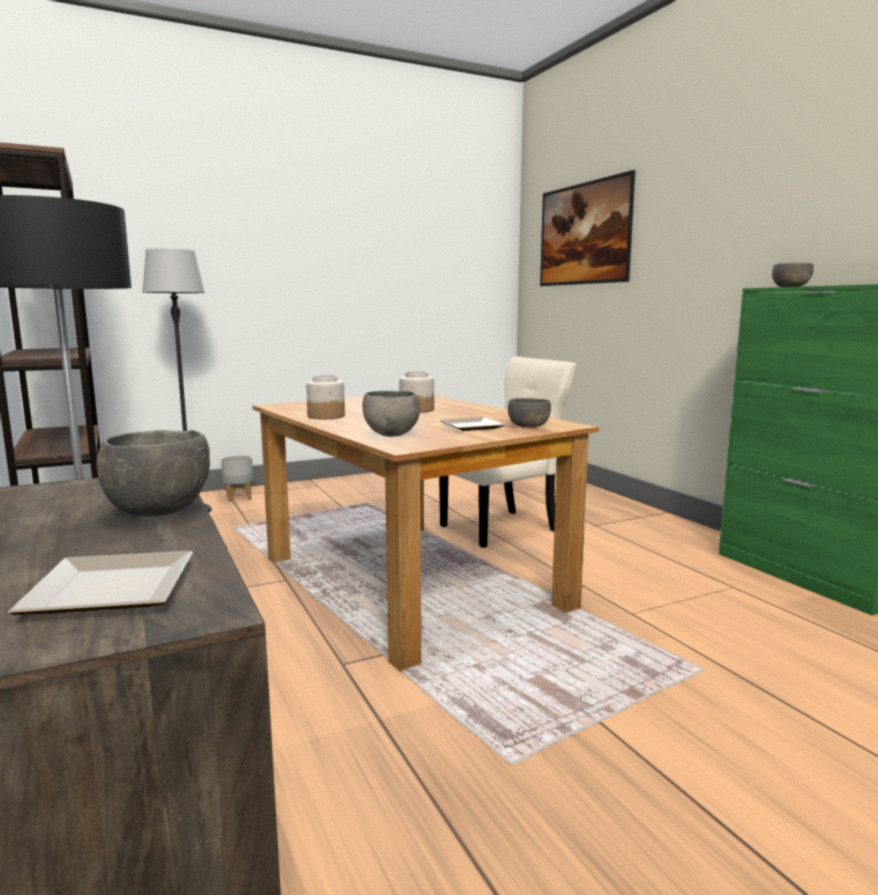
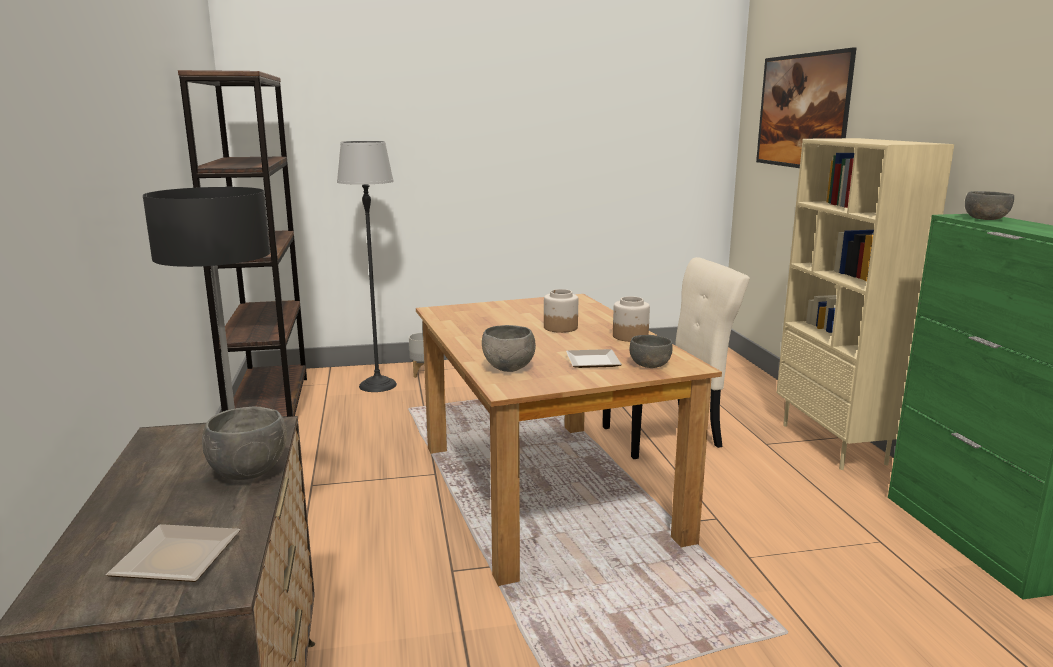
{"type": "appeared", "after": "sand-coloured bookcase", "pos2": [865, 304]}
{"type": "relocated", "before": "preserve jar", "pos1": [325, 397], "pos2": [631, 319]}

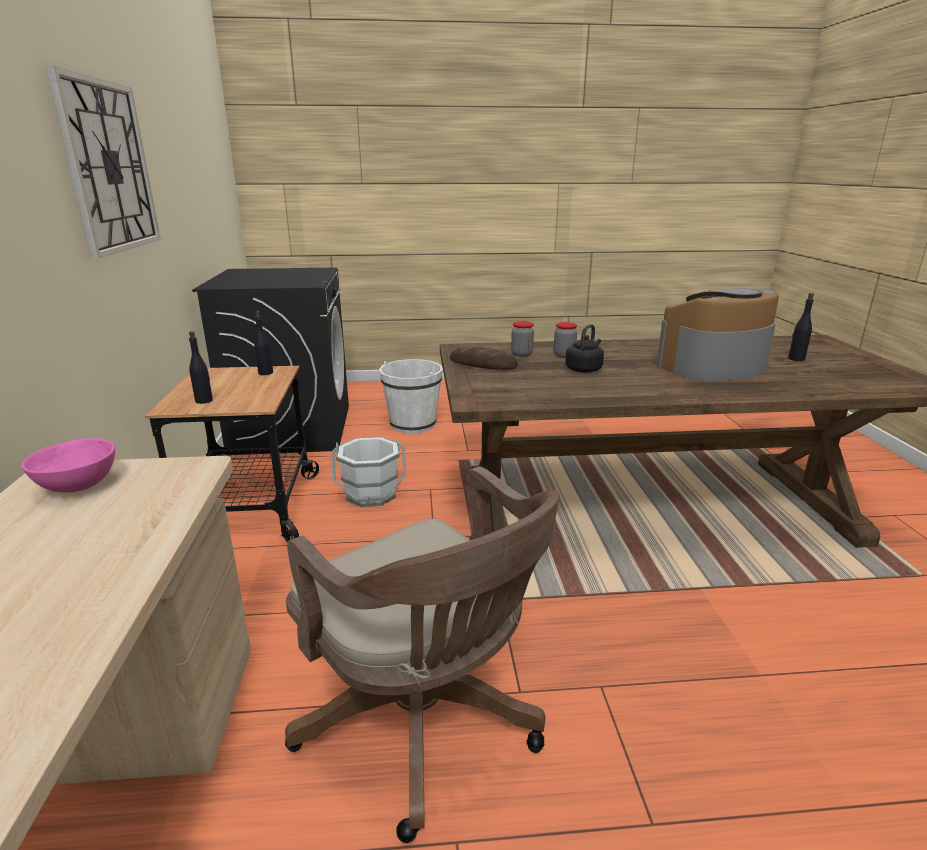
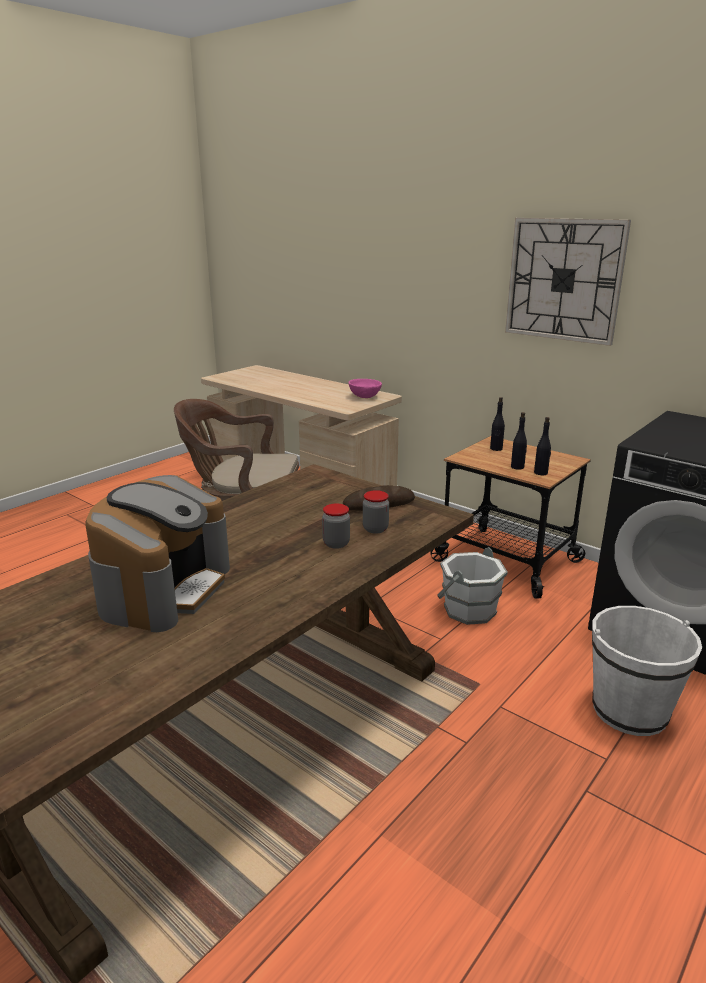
{"type": "missing", "before": "blackish kettle", "pos1": [584, 348]}
{"type": "relocated", "before": "blackish bottle", "pos1": [801, 327], "pos2": [519, 441]}

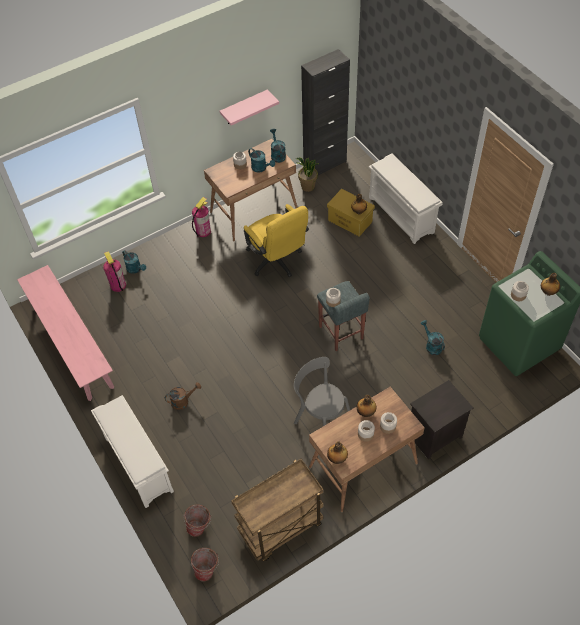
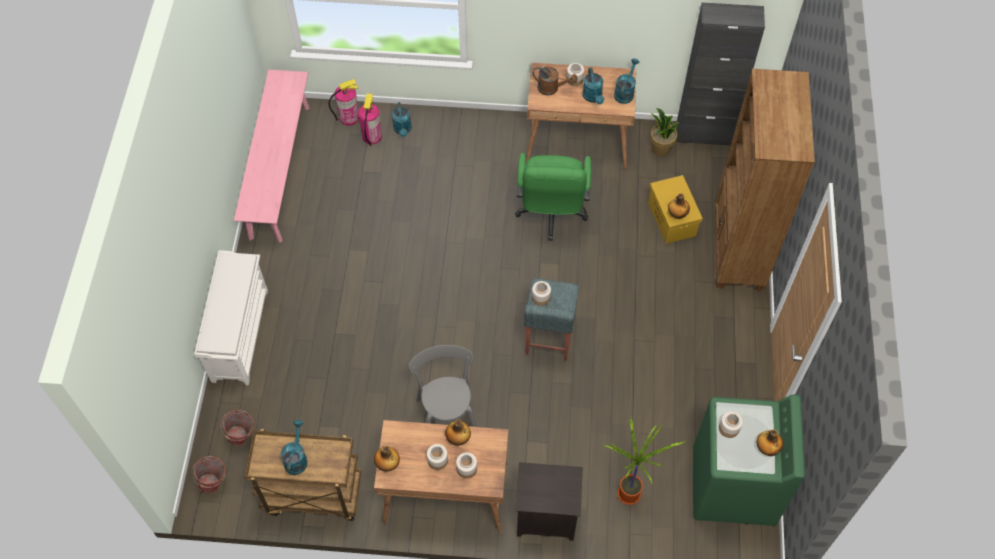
{"type": "missing", "before": "pinkish shelf", "pos1": [249, 107]}
{"type": "appeared", "after": "houseplant", "pos2": [644, 461]}
{"type": "relocated", "before": "brown-coloured sprinkling can", "pos1": [183, 396], "pos2": [555, 81]}
{"type": "relocated", "before": "fire-fighting cylinder", "pos1": [201, 217], "pos2": [344, 102]}
{"type": "relocated", "before": "turquoise-coloured sprinkling can", "pos1": [433, 337], "pos2": [294, 447]}
{"type": "exchanged", "before": "whitish shoe rack", "after": "brown-coloured bookcase", "pos1": [406, 198], "pos2": [765, 180]}
{"type": "colour", "before": "yellow-coloured desk chair", "after": "green desk chair", "pos1": [276, 240], "pos2": [553, 197]}

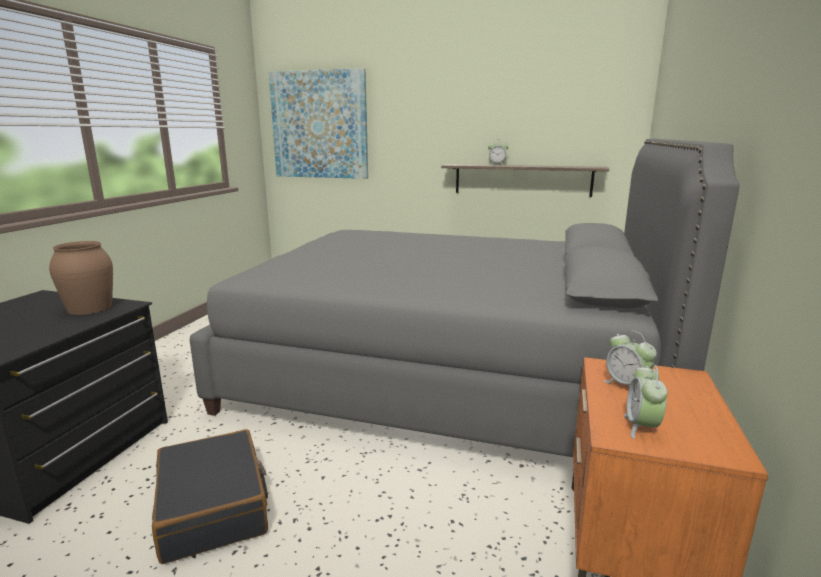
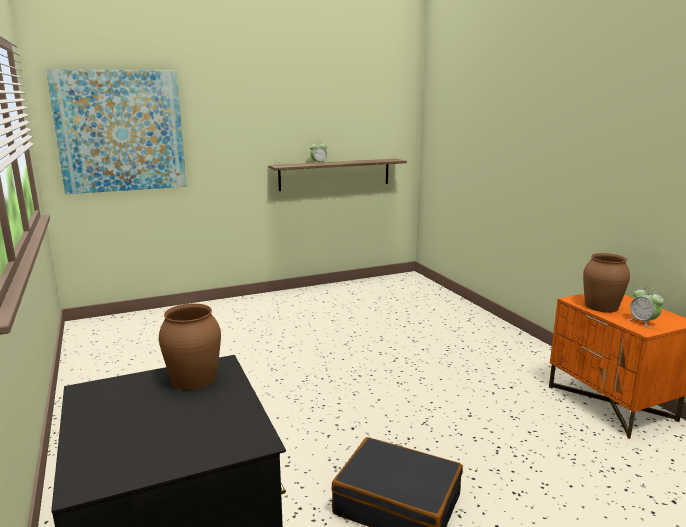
{"type": "missing", "before": "gray bedroom bed", "pos1": [465, 298]}
{"type": "exchanged", "before": "table clock", "after": "brown-coloured vase", "pos1": [630, 358], "pos2": [606, 282]}

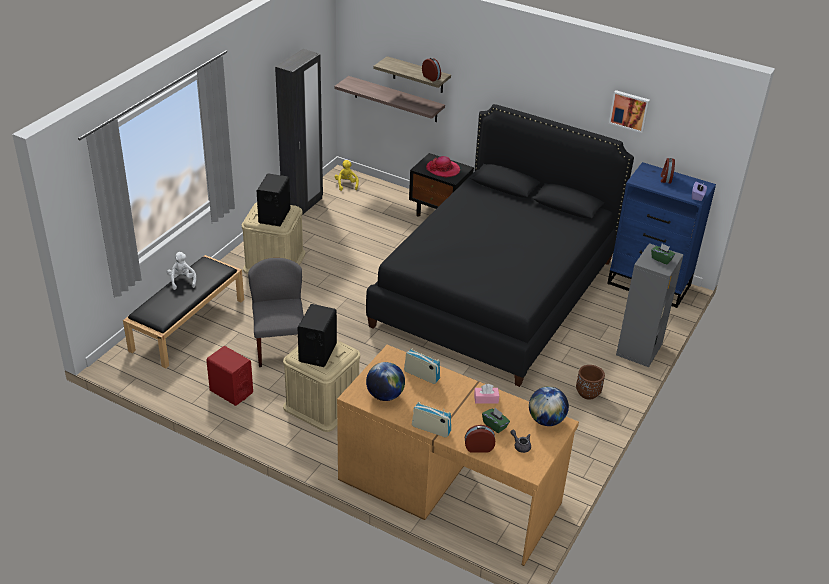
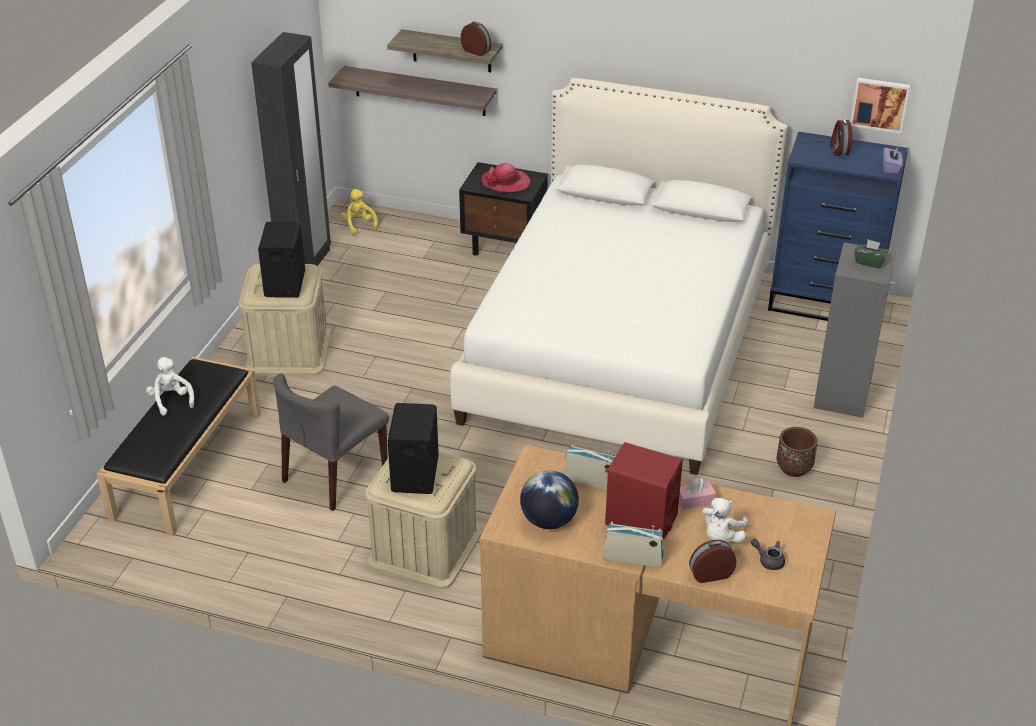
{"type": "missing", "before": "globe", "pos1": [549, 406]}
{"type": "relocated", "before": "reddish speaker", "pos1": [229, 376], "pos2": [644, 491]}
{"type": "relocated", "before": "picture", "pos1": [629, 111], "pos2": [880, 106]}
{"type": "exchanged", "before": "green tissue box", "after": "whitish plush toy", "pos1": [496, 420], "pos2": [725, 520]}
{"type": "colour", "before": "blackish bedroom bed", "after": "whitish bedroom bed", "pos1": [500, 245], "pos2": [619, 276]}
{"type": "spun", "before": "gray upright chair", "pos1": [276, 312], "pos2": [331, 442], "turn": -120}

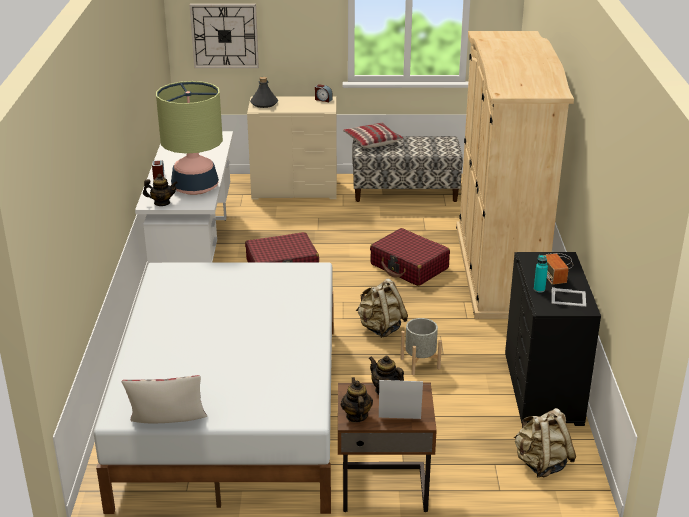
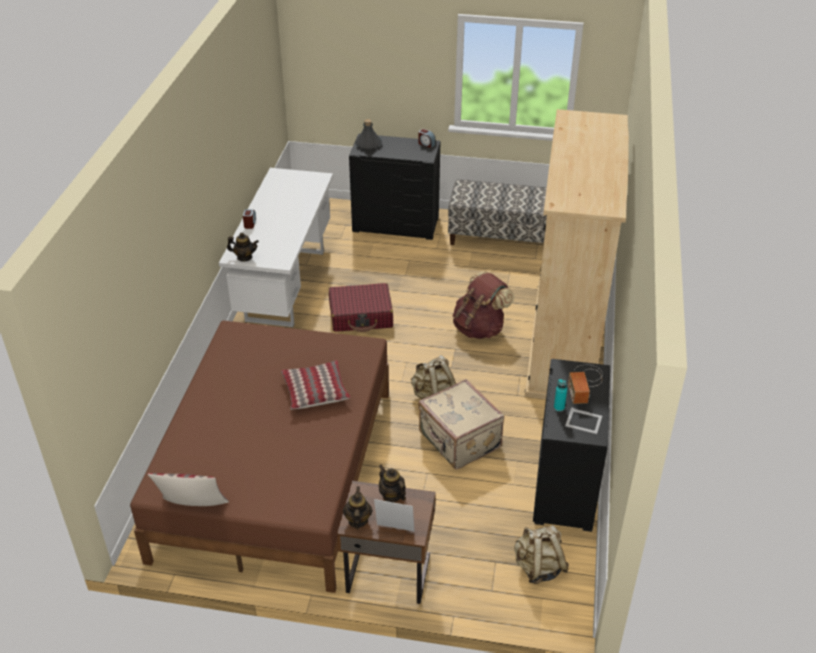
{"type": "missing", "before": "lamp for a table", "pos1": [189, 138]}
{"type": "missing", "before": "clock on the wall", "pos1": [224, 36]}
{"type": "relocated", "before": "cushion", "pos1": [373, 135], "pos2": [316, 385]}
{"type": "exchanged", "before": "reddish travel case", "after": "brown-coloured knapsack", "pos1": [410, 257], "pos2": [483, 305]}
{"type": "exchanged", "before": "gray planter", "after": "sand-coloured travel case", "pos1": [421, 346], "pos2": [461, 424]}
{"type": "colour", "before": "whitish bedroom bed", "after": "brown-coloured bedroom bed", "pos1": [214, 388], "pos2": [259, 456]}
{"type": "colour", "before": "sand-coloured dresser", "after": "blackish dresser", "pos1": [292, 147], "pos2": [394, 187]}

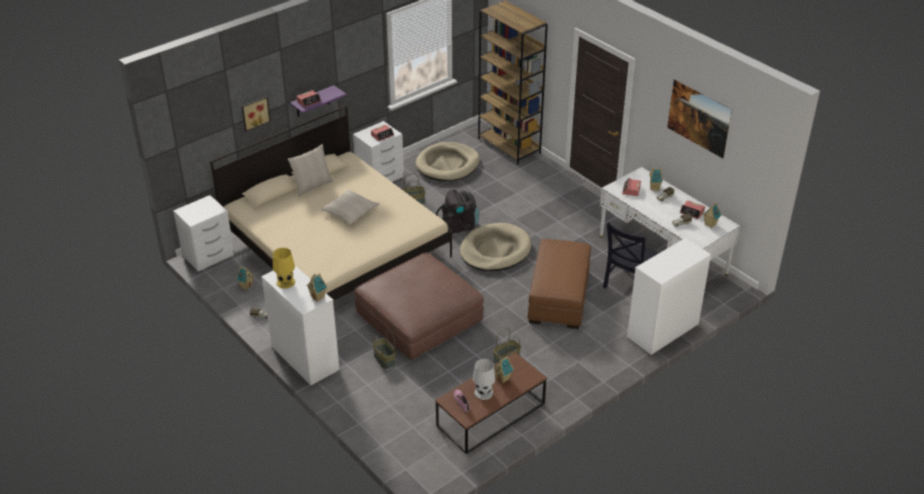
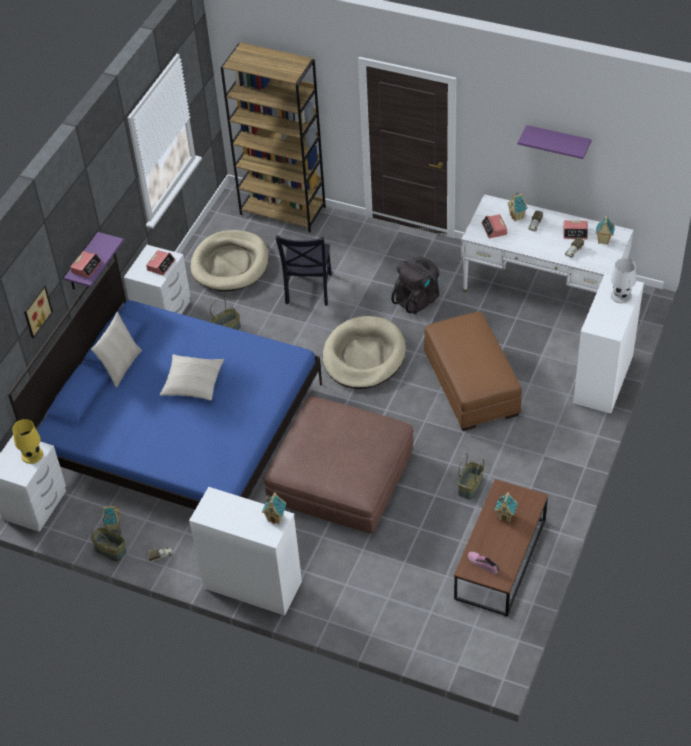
{"type": "relocated", "before": "yellow-coloured lamp for a table", "pos1": [284, 268], "pos2": [27, 441]}
{"type": "relocated", "before": "basket", "pos1": [384, 349], "pos2": [109, 539]}
{"type": "relocated", "before": "blackish knapsack", "pos1": [457, 211], "pos2": [415, 285]}
{"type": "relocated", "before": "whitish lamp for a table", "pos1": [484, 379], "pos2": [623, 281]}
{"type": "relocated", "before": "blackish upright chair", "pos1": [630, 255], "pos2": [304, 270]}
{"type": "exchanged", "before": "picture", "after": "purple shelf", "pos1": [699, 119], "pos2": [554, 142]}
{"type": "colour", "before": "sand-coloured bedroom bed", "after": "blue bedroom bed", "pos1": [331, 203], "pos2": [165, 381]}

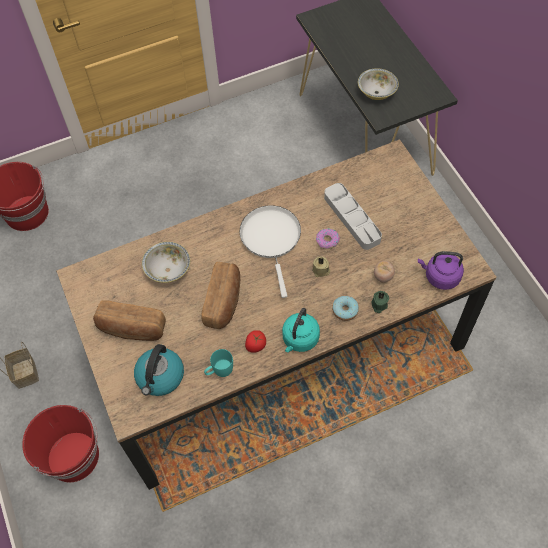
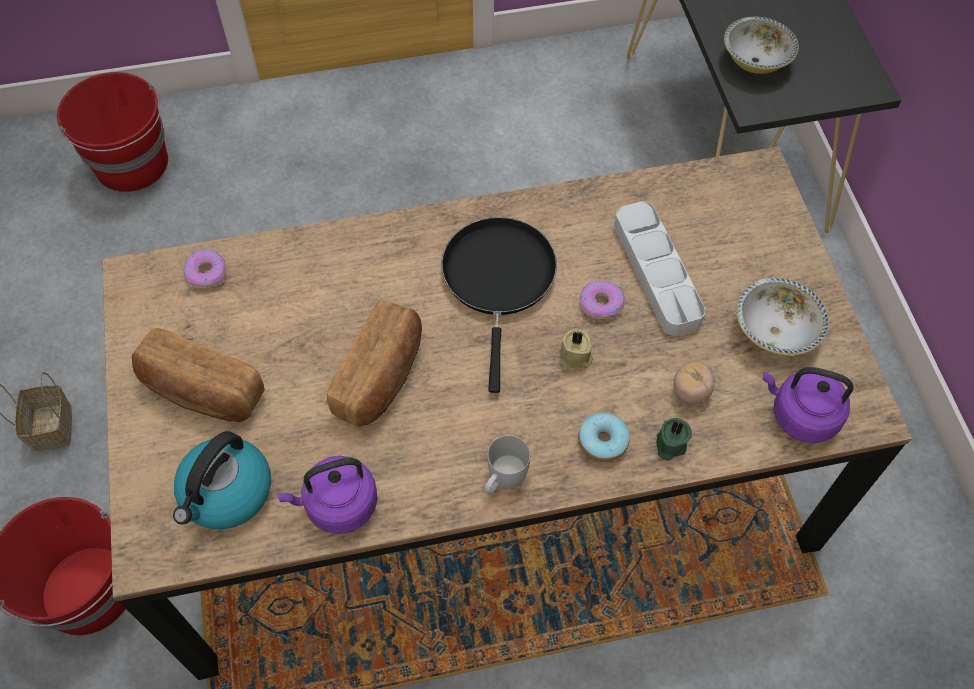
{"type": "missing", "before": "tomato", "pos1": [255, 341]}
{"type": "appeared", "after": "donut", "pos2": [204, 269]}
{"type": "relocated", "before": "bowl", "pos1": [166, 262], "pos2": [782, 316]}
{"type": "exchanged", "before": "turquoise-coloured coffee mug", "after": "purple kettle", "pos1": [218, 363], "pos2": [327, 495]}
{"type": "exchanged", "before": "turquoise-coloured kettle", "after": "whitish coffee mug", "pos1": [301, 330], "pos2": [507, 464]}
{"type": "colour", "before": "whitish pan", "after": "blackish pan", "pos1": [270, 251], "pos2": [499, 305]}

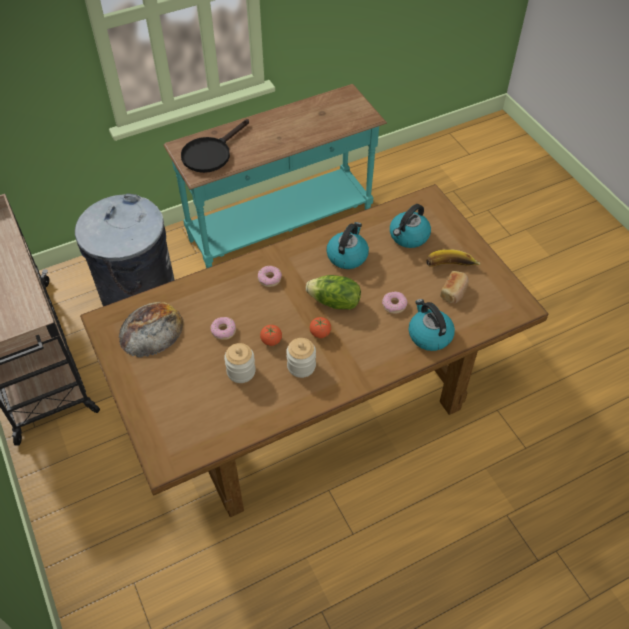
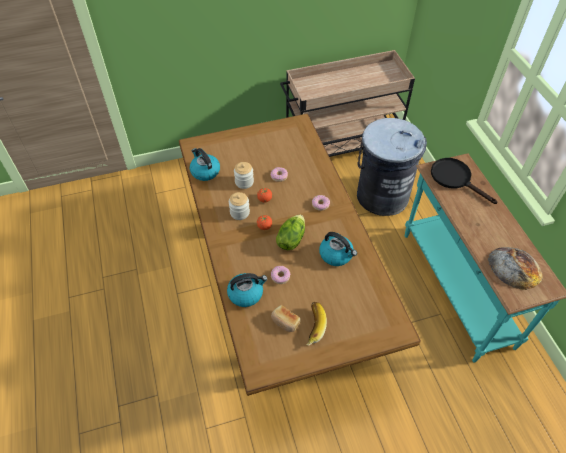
{"type": "relocated", "before": "baked bread", "pos1": [151, 330], "pos2": [515, 268]}
{"type": "relocated", "before": "kettle", "pos1": [410, 226], "pos2": [205, 164]}

